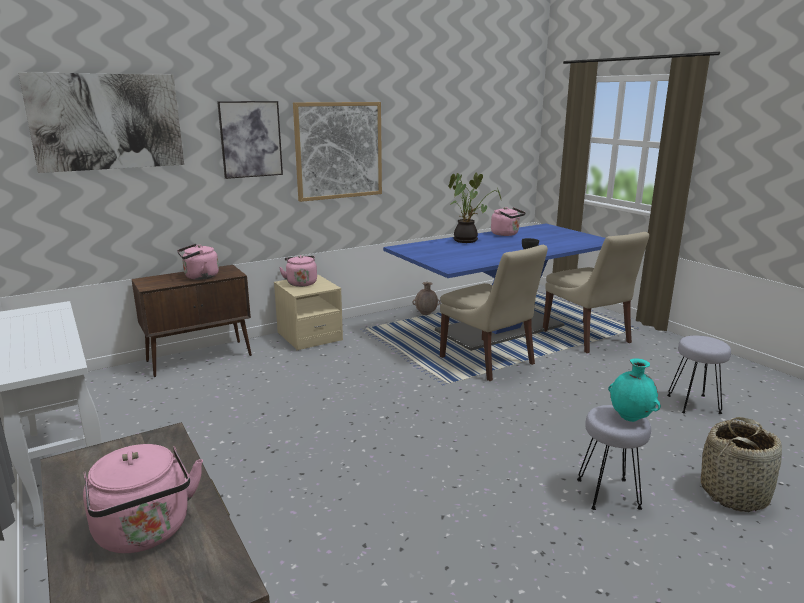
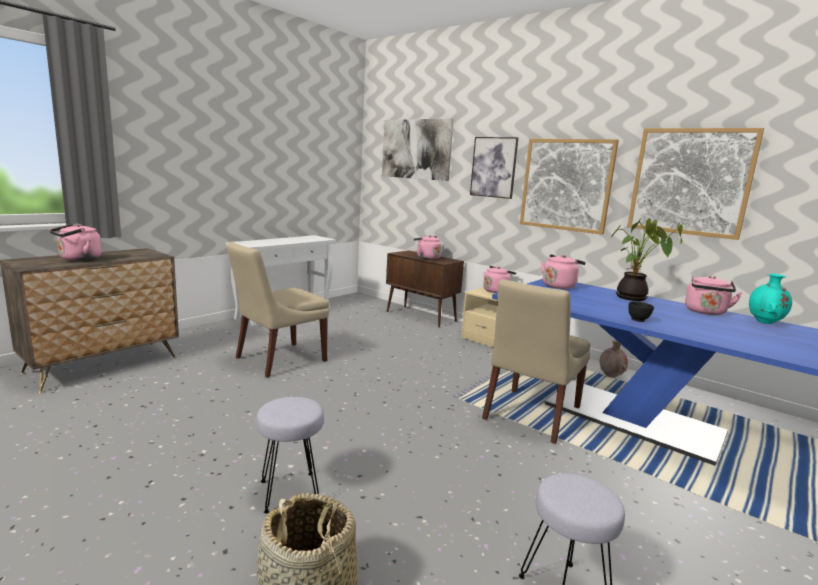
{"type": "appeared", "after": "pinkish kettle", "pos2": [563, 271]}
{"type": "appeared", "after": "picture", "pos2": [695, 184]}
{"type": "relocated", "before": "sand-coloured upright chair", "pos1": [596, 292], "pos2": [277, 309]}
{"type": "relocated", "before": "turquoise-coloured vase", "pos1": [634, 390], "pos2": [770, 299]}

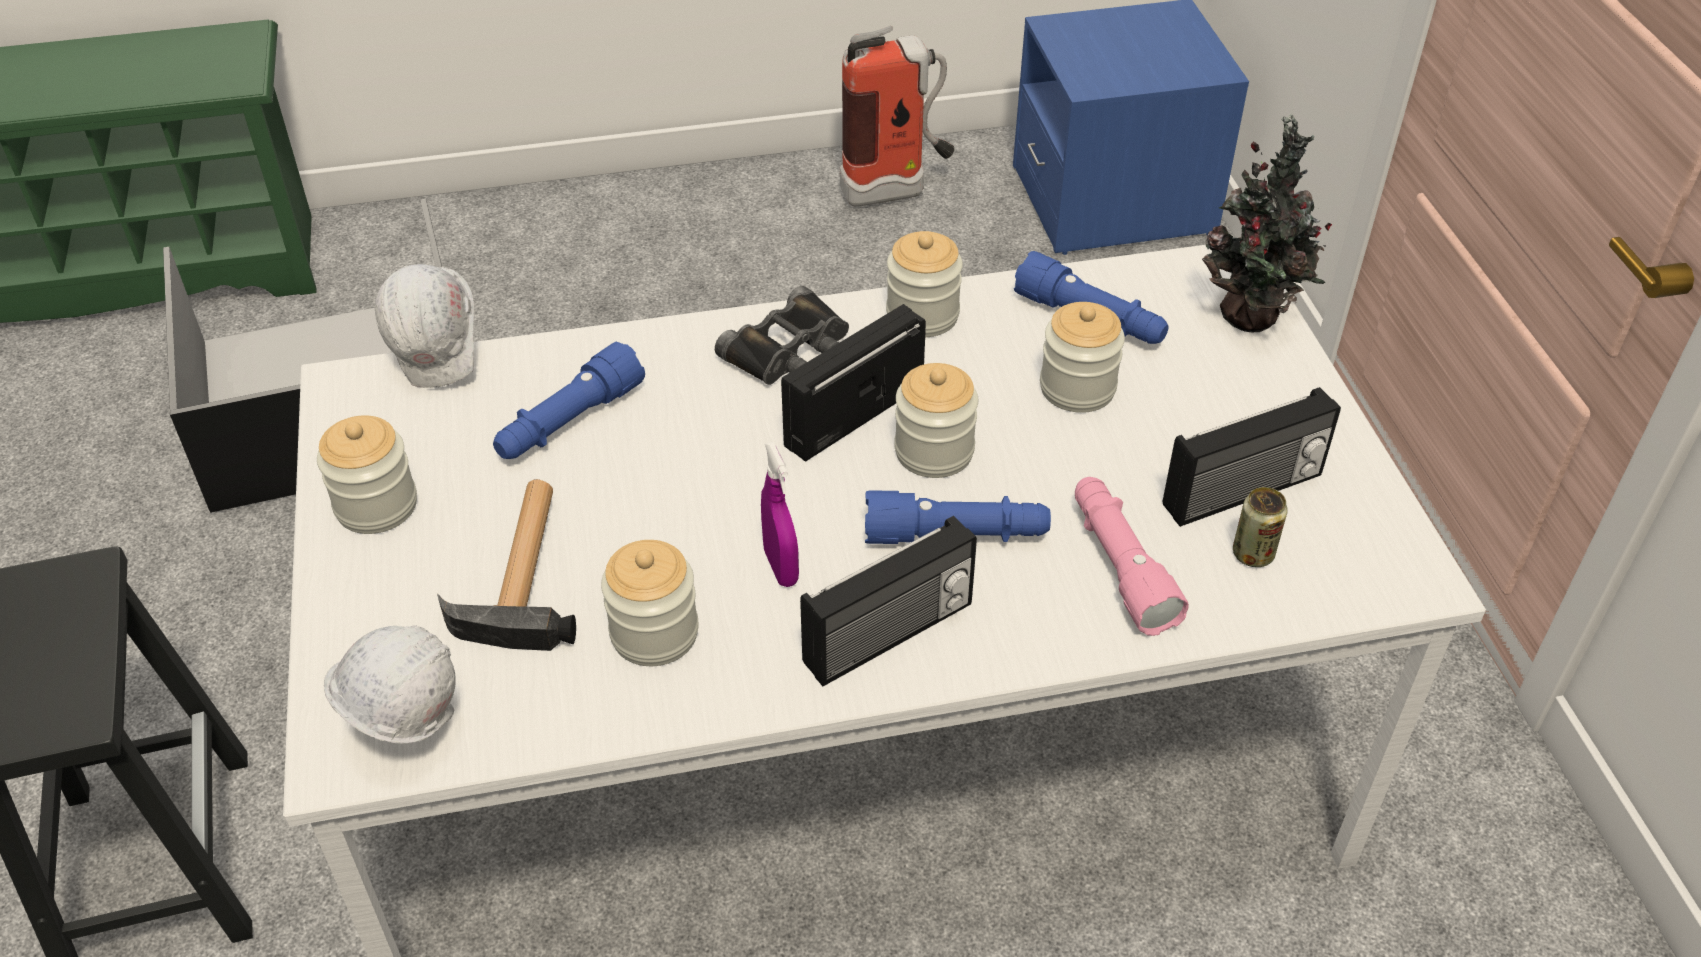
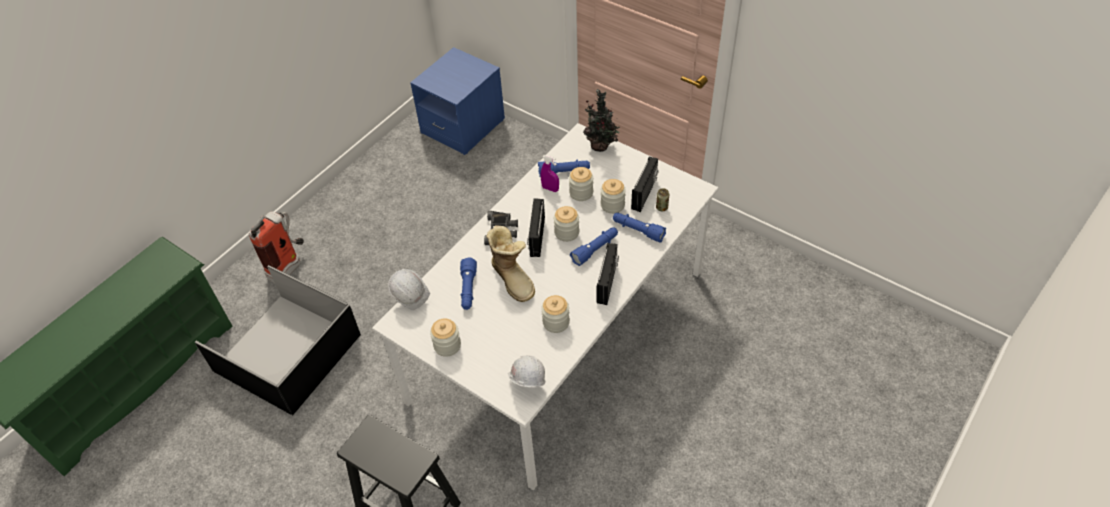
{"type": "missing", "before": "hand hammer", "pos1": [506, 565]}
{"type": "appeared", "after": "high-top boot", "pos2": [510, 264]}
{"type": "relocated", "before": "purple sprayer", "pos1": [780, 514], "pos2": [550, 173]}
{"type": "relocated", "before": "fire-fighting cylinder", "pos1": [897, 116], "pos2": [276, 247]}
{"type": "relocated", "before": "preserve jar", "pos1": [924, 284], "pos2": [613, 196]}
{"type": "colour", "before": "pinkish hand torch", "after": "blue hand torch", "pos1": [1132, 556], "pos2": [639, 228]}

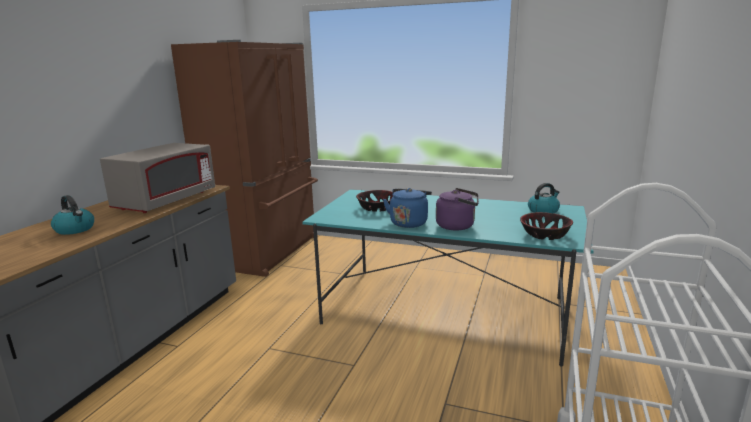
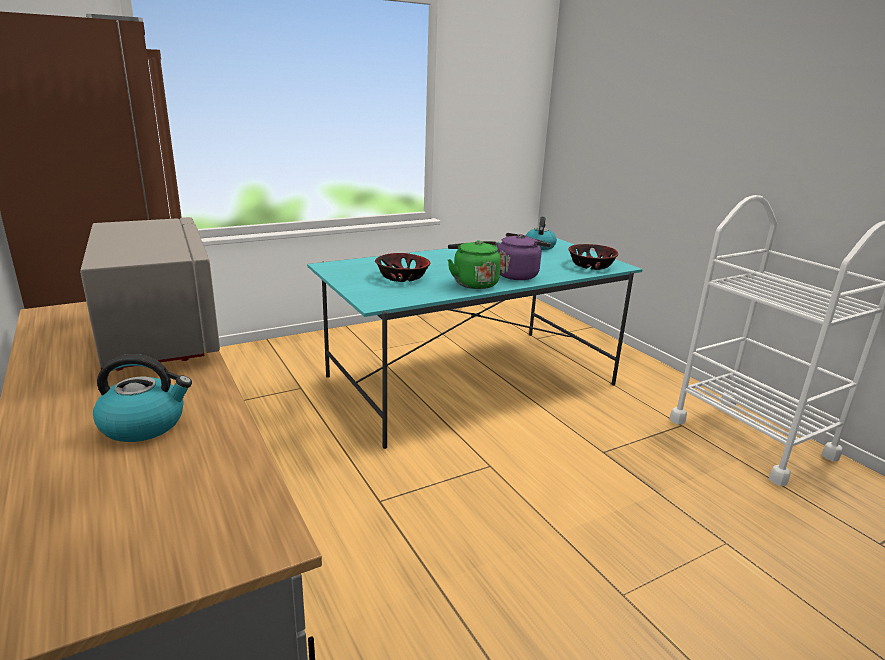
{"type": "colour", "before": "blue kettle", "after": "green kettle", "pos1": [407, 208], "pos2": [474, 264]}

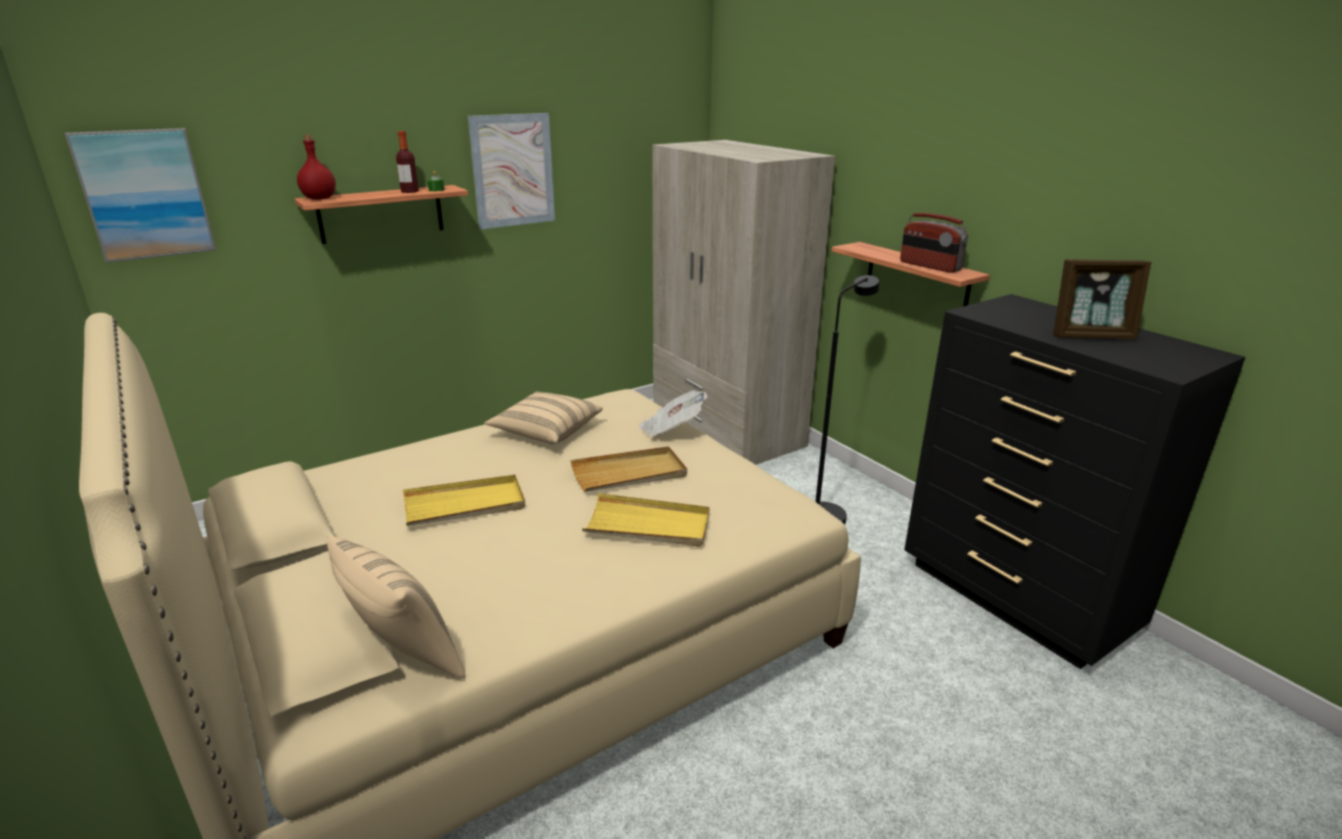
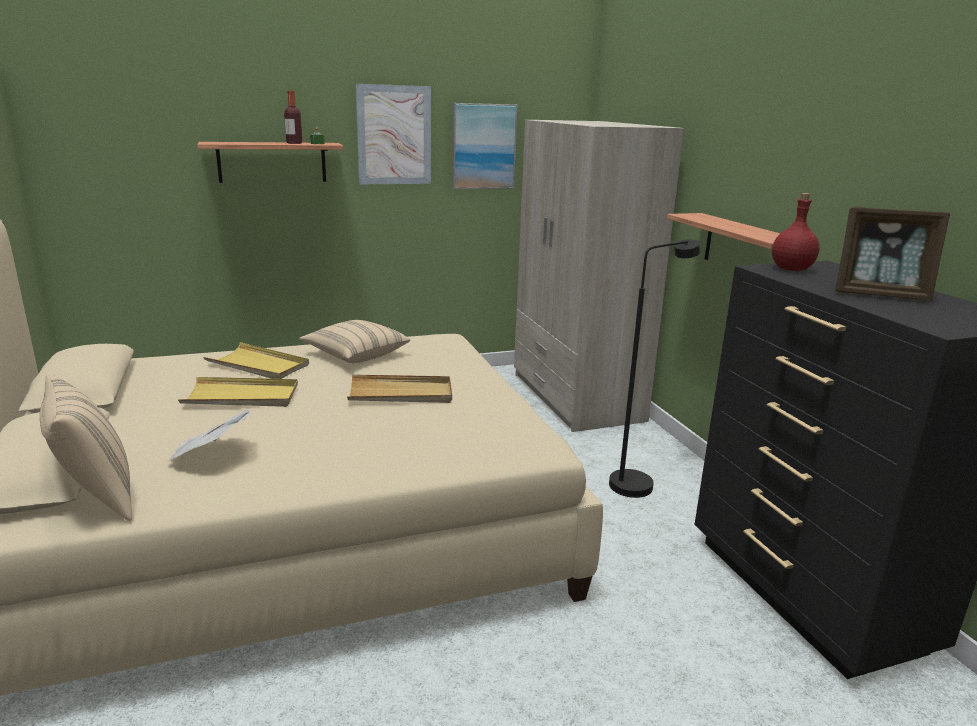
{"type": "missing", "before": "radio receiver", "pos1": [934, 243]}
{"type": "relocated", "before": "picture", "pos1": [140, 195], "pos2": [485, 146]}
{"type": "relocated", "before": "reddish bottle", "pos1": [316, 167], "pos2": [796, 232]}
{"type": "relocated", "before": "yellow-coloured serving tray", "pos1": [645, 520], "pos2": [256, 360]}
{"type": "relocated", "before": "daily paper", "pos1": [673, 414], "pos2": [208, 435]}

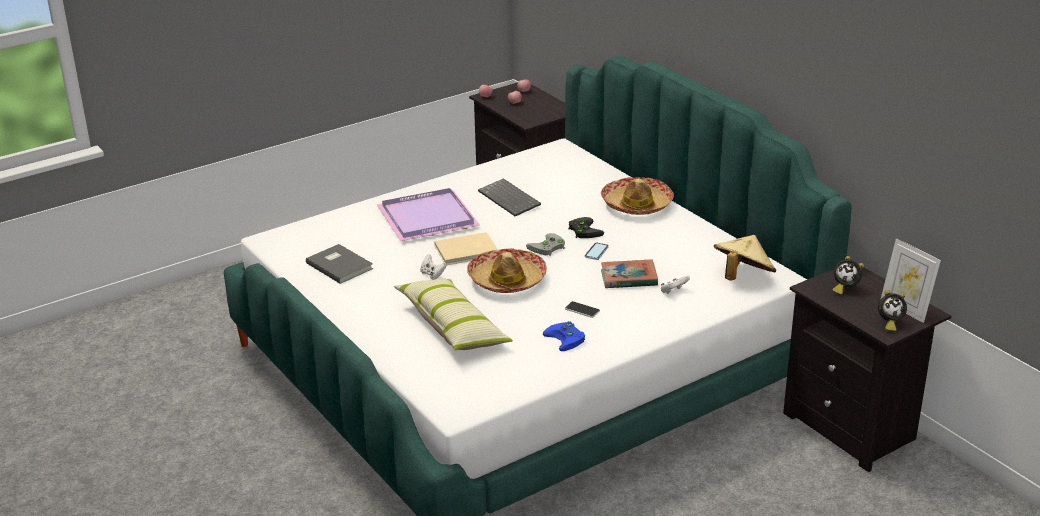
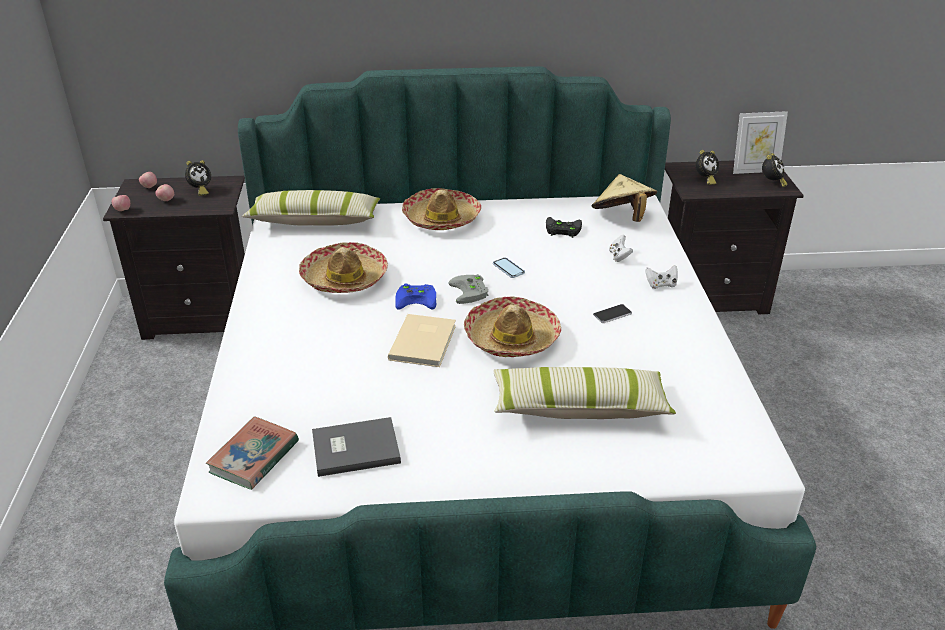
{"type": "missing", "before": "purple serving tray", "pos1": [428, 214]}
{"type": "appeared", "after": "table clock", "pos2": [198, 178]}
{"type": "appeared", "after": "cushion", "pos2": [311, 208]}
{"type": "relocated", "before": "whitish game controller", "pos1": [433, 267], "pos2": [661, 277]}
{"type": "relocated", "before": "blue game controller", "pos1": [564, 336], "pos2": [415, 297]}
{"type": "relocated", "before": "blackish game controller", "pos1": [586, 227], "pos2": [564, 227]}
{"type": "relocated", "before": "book", "pos1": [629, 273], "pos2": [252, 453]}
{"type": "exchanged", "before": "PC keyboard", "after": "wearable hat", "pos1": [509, 197], "pos2": [343, 267]}

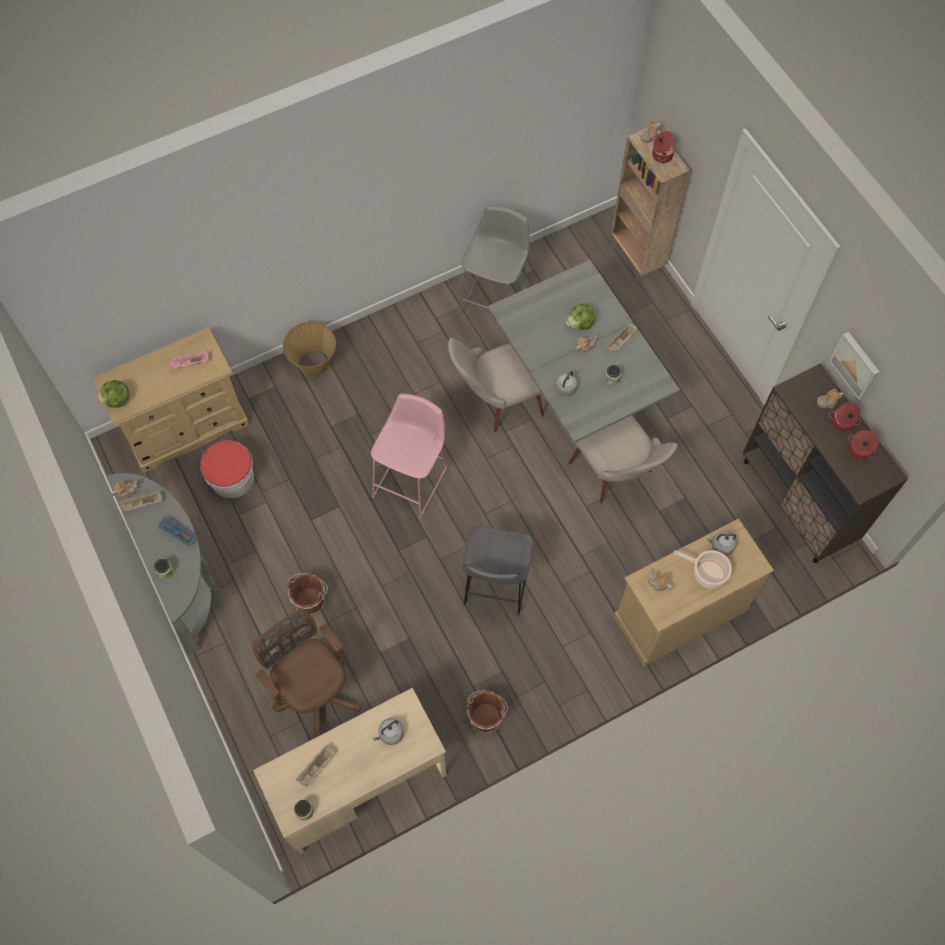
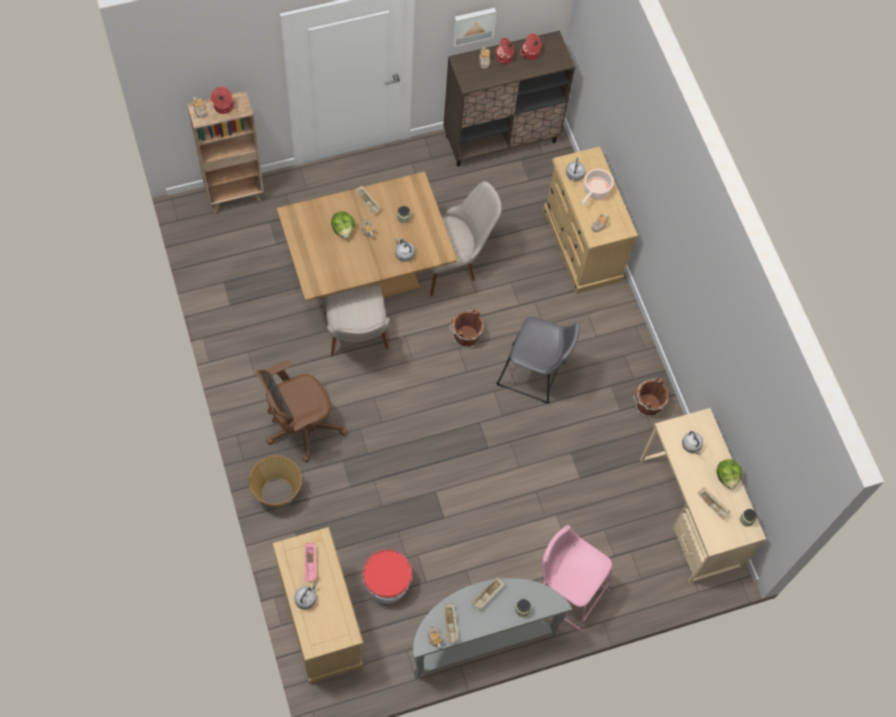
{"type": "missing", "before": "gray stool", "pos1": [494, 260]}
{"type": "appeared", "after": "gray kettle", "pos2": [305, 596]}
{"type": "relocated", "before": "lettuce head", "pos1": [112, 394], "pos2": [729, 474]}
{"type": "relocated", "before": "brown-coloured desk chair", "pos1": [306, 673], "pos2": [302, 411]}
{"type": "relocated", "before": "brown-coloured bucket", "pos1": [307, 594], "pos2": [466, 328]}
{"type": "relocated", "before": "pinkish stool", "pos1": [409, 455], "pos2": [577, 578]}
{"type": "colour", "before": "blue serving tray", "after": "sand-coloured serving tray", "pos1": [177, 531], "pos2": [487, 593]}
{"type": "colour", "before": "gray kitchen table", "after": "brown-coloured kitchen table", "pos1": [584, 355], "pos2": [367, 236]}

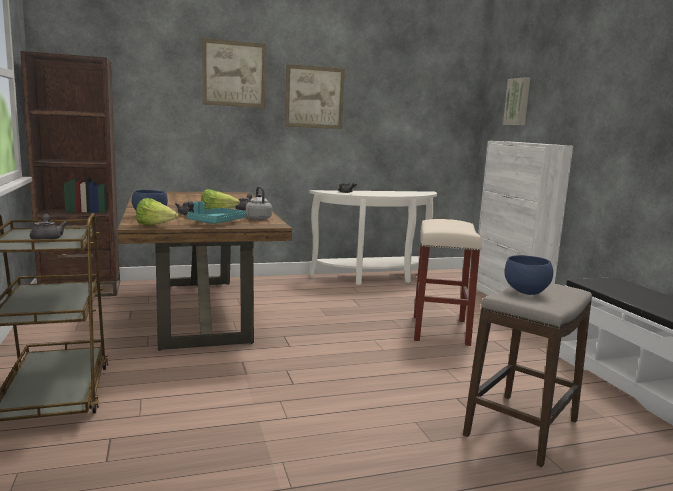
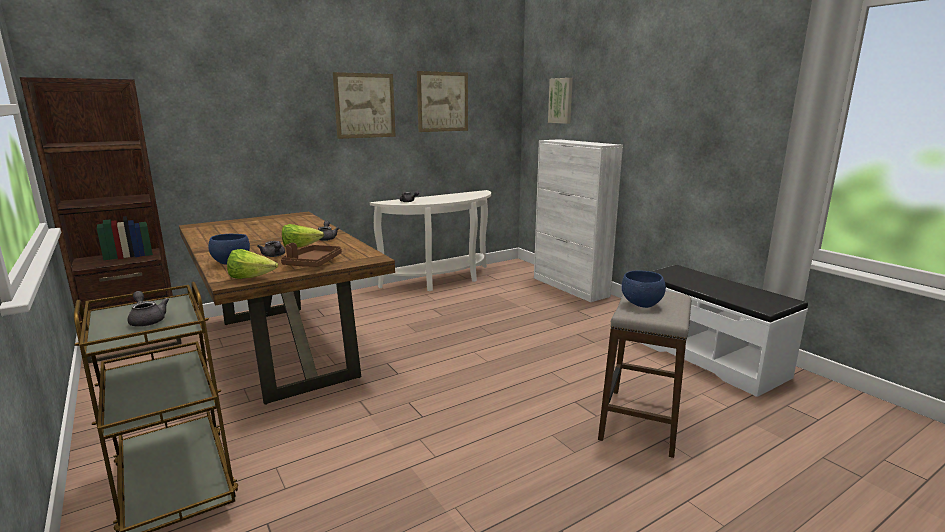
{"type": "missing", "before": "gray kettle", "pos1": [259, 203]}
{"type": "missing", "before": "sand-coloured stool", "pos1": [448, 282]}
{"type": "relocated", "before": "picture", "pos1": [234, 73], "pos2": [442, 101]}
{"type": "colour", "before": "turquoise-coloured serving tray", "after": "brown-coloured serving tray", "pos1": [216, 212], "pos2": [311, 255]}

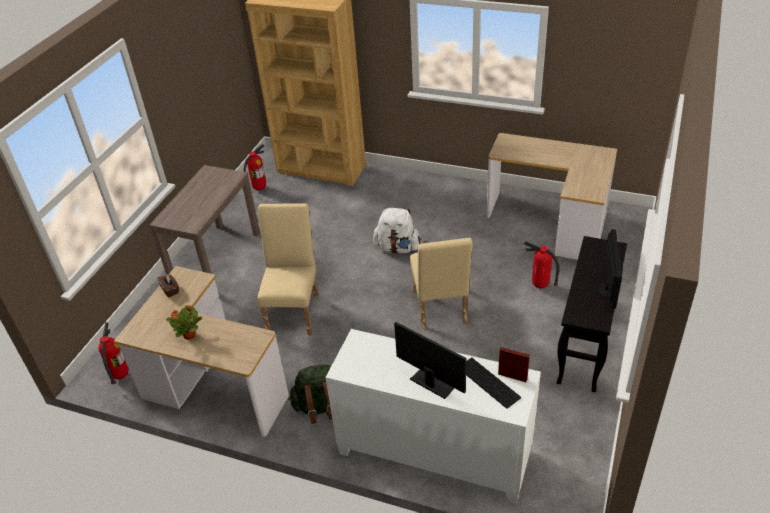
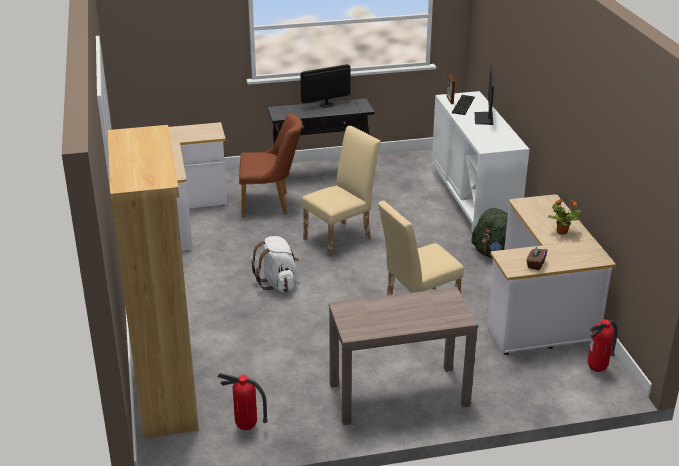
{"type": "exchanged", "before": "fire-fighting cylinder", "after": "brown-coloured upright chair", "pos1": [541, 264], "pos2": [270, 165]}

